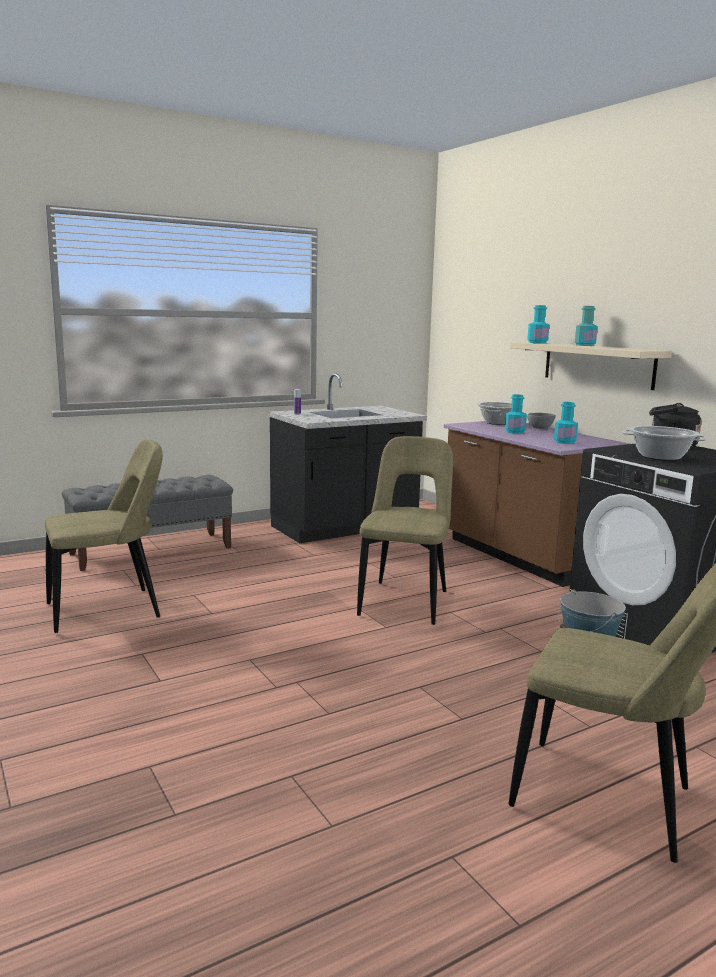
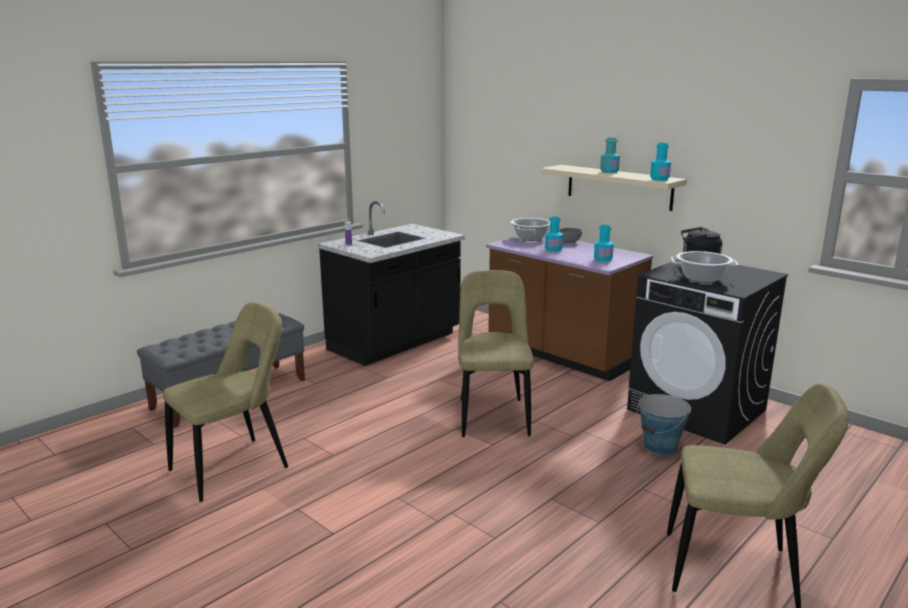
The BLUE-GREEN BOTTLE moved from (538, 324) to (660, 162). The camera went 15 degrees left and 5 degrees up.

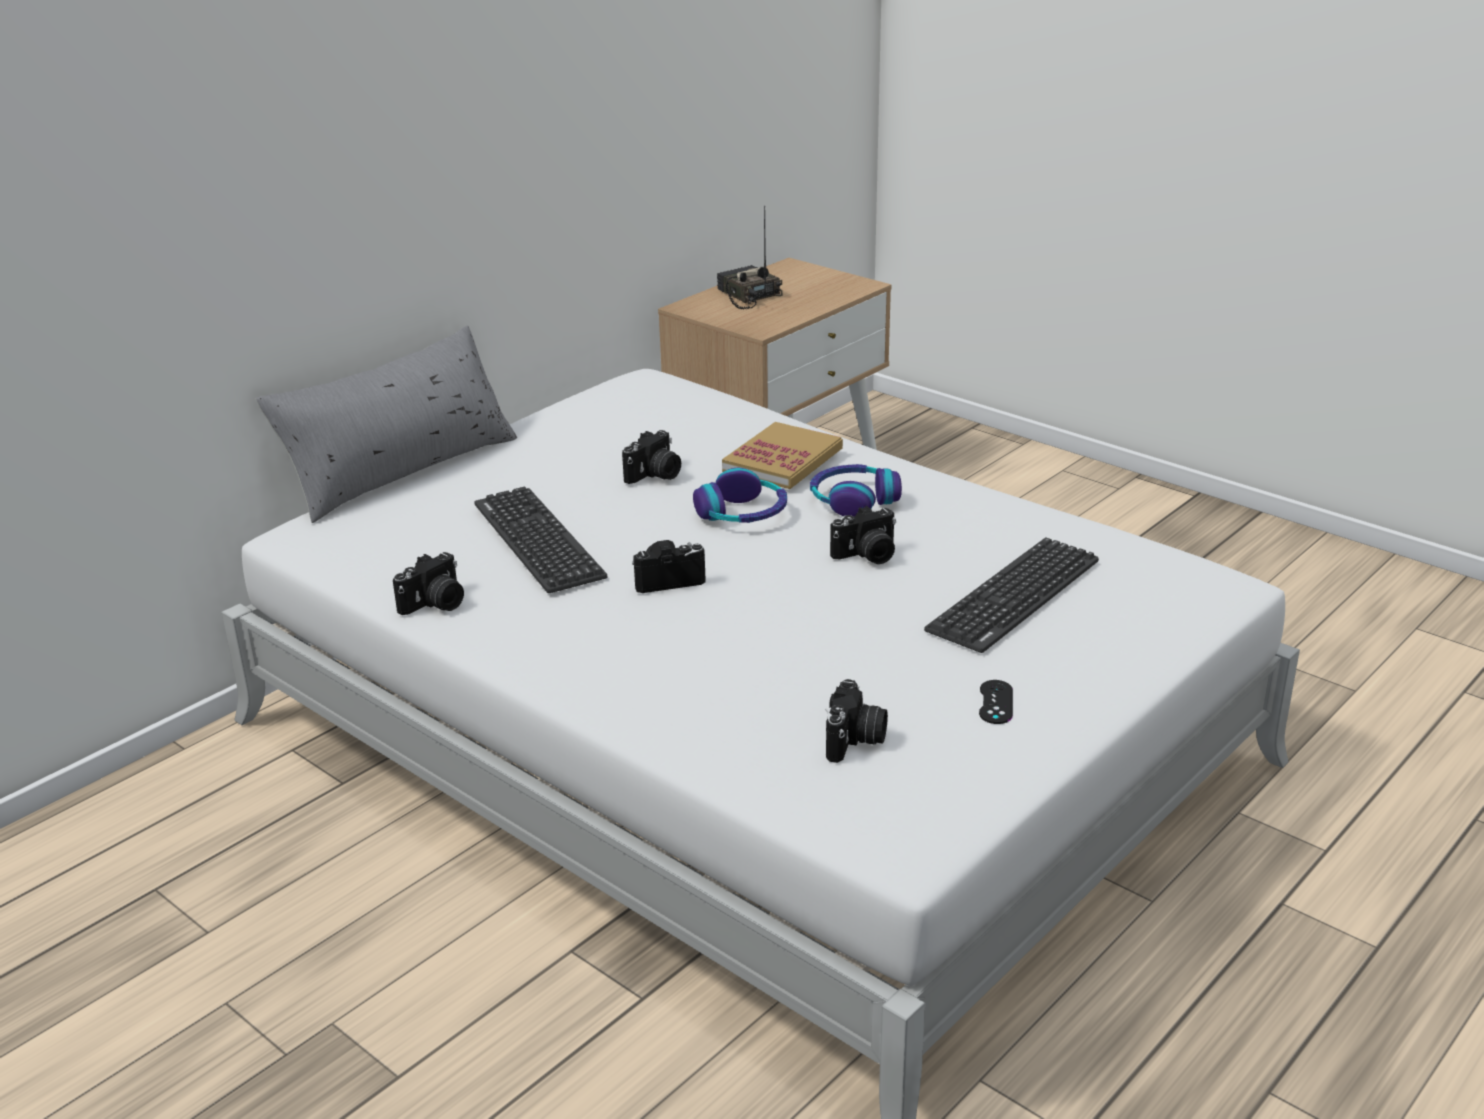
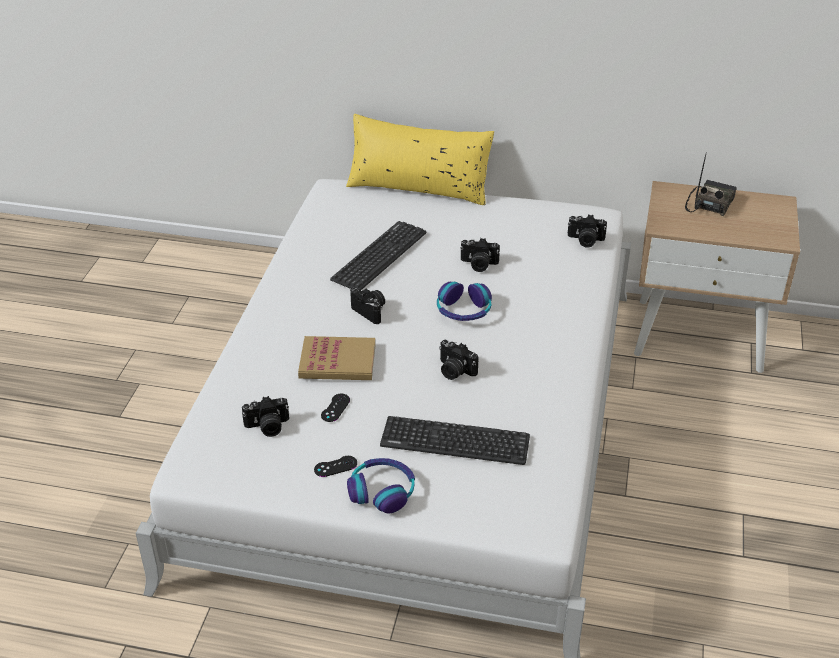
The GREYISH PILLOW at (386, 424) became the YELLOWISH PILLOW at (420, 159). The BOOK moved from (782, 455) to (337, 358). The HEADSET moved from (856, 490) to (381, 486). The PHOTO CAMERA moved from (428, 583) to (587, 231). The BLACKISH JOYPAD at (335, 408) appeared. The camera went 60 degrees right and 10 degrees up.

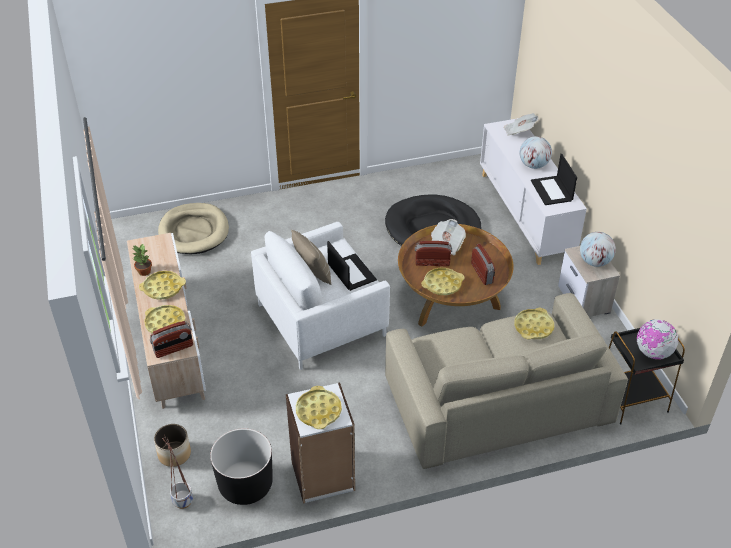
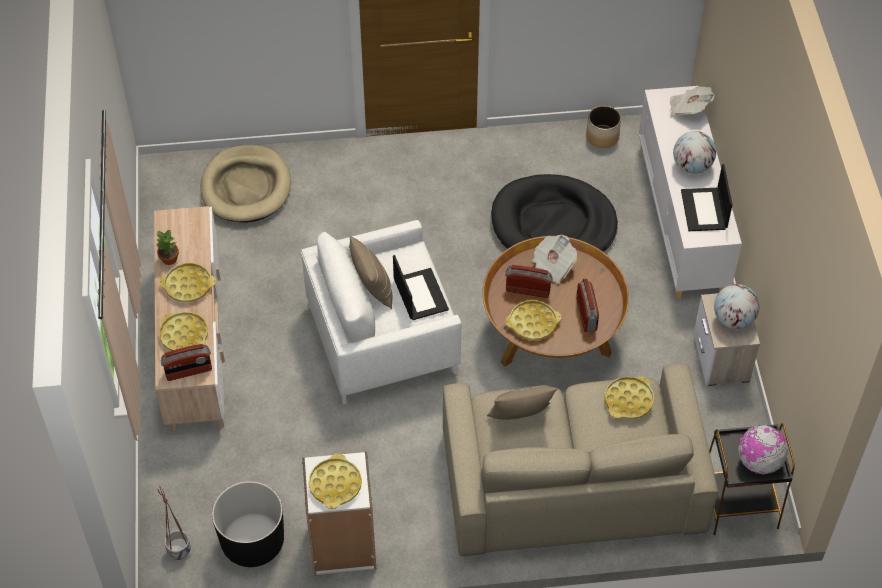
The PLANT POT moved from (172, 445) to (603, 127). The BEIGE-COLOURED PILLOW at (522, 402) appeared. The camera went 10 degrees right and 10 degrees up.

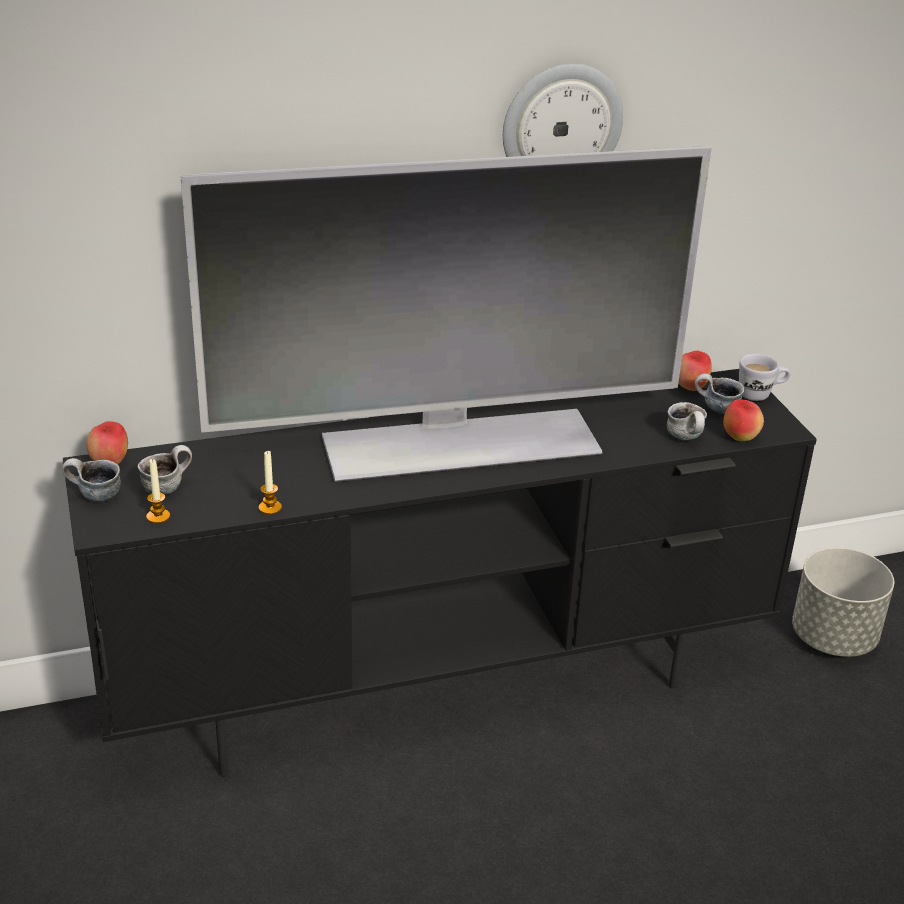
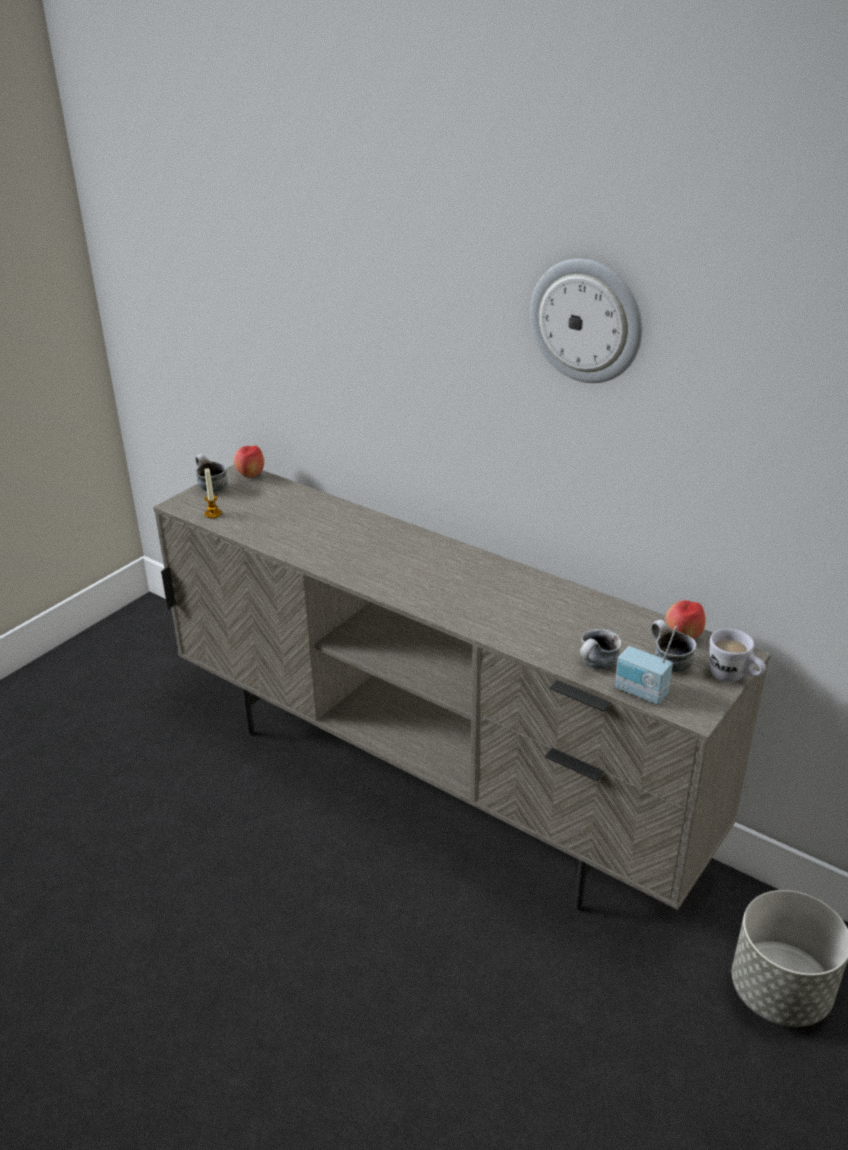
The TV at (446, 314) disappeared. The BLACKISH MEDIA CONSOLE at (440, 573) became the BEIGE-COLOURED MEDIA CONSOLE at (462, 687). The APPLE FRUIT at (743, 420) was replaced by the RADIO SET at (646, 665). The COFFEE MUG at (165, 470) disappeared. The WAX CANDLE at (270, 482) disappeared. The camera went 55 degrees right and 0 degrees up.

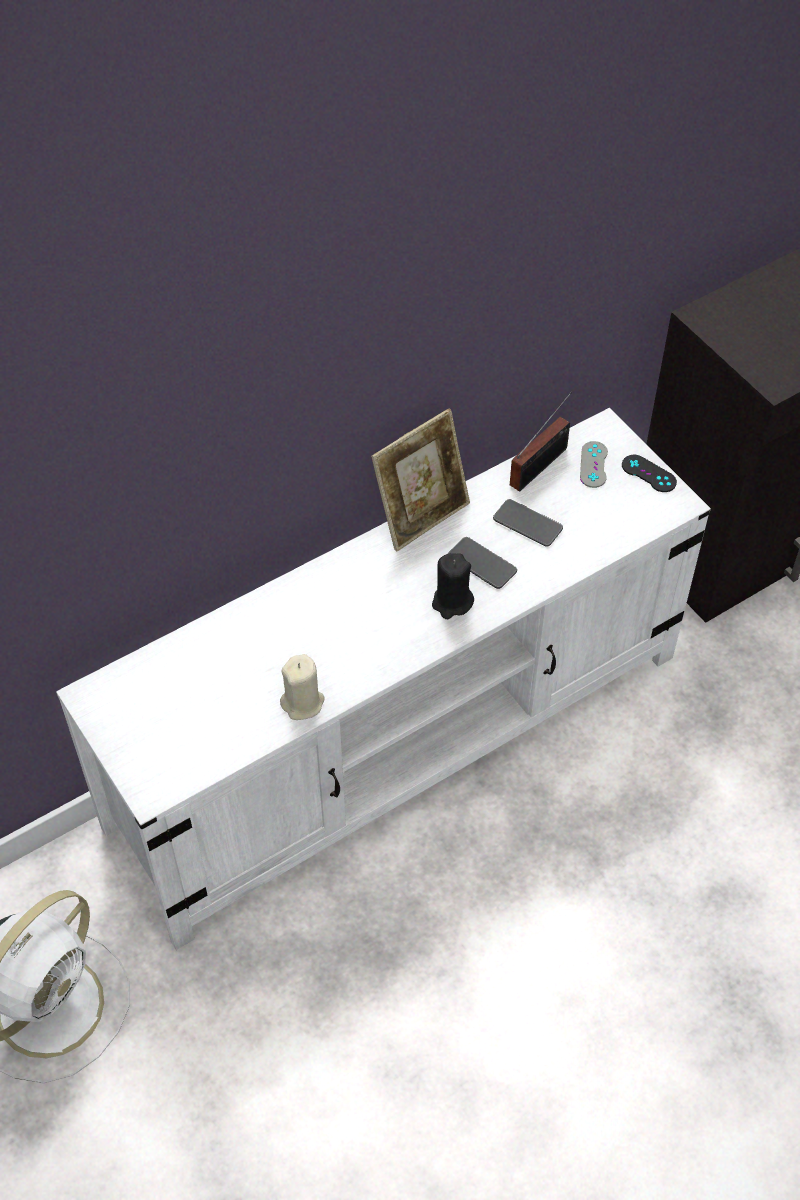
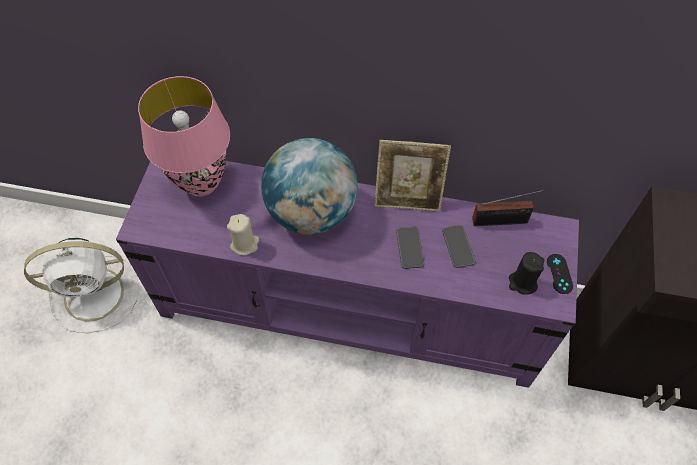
The WHITE MEDIA CONSOLE at (383, 679) became the PURPLE MEDIA CONSOLE at (347, 274). The GREYISH JOYPAD at (594, 464) disappeared. The BLACKISH WAX CANDLE moved from (453, 586) to (526, 273). The PINK-COLOURED LAMP FOR A TABLE at (184, 136) appeared. The WORLD GLOBE at (309, 186) appeared. The camera went 45 degrees right and 5 degrees up.

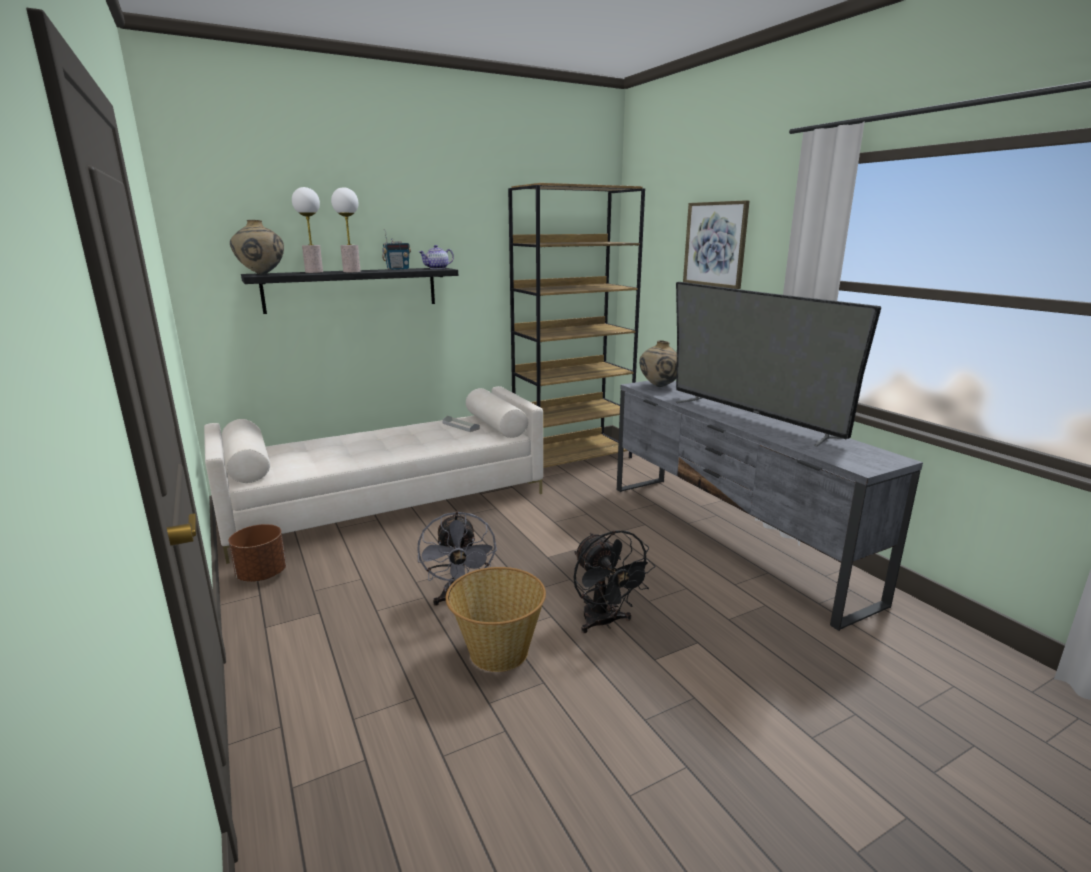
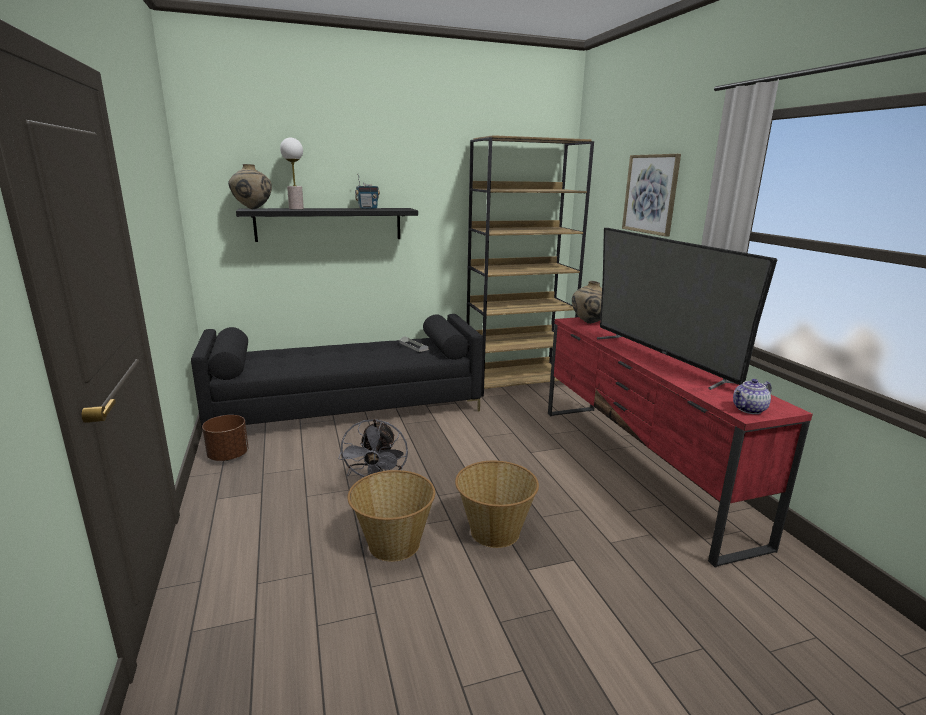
The LAMP FOR A TABLE at (346, 230) disappeared. The TEAPOT moved from (436, 257) to (752, 396). The GREYISH MEDIA CONSOLE at (770, 506) became the REDDISH MEDIA CONSOLE at (680, 442). The BEIGE-COLOURED SETTEE at (373, 475) became the BLACKISH SETTEE at (337, 371). The BLACKISH COOLING FAN at (614, 581) was replaced by the STORAGE BASKET at (497, 504). The camera went 10 degrees right and 0 degrees up.

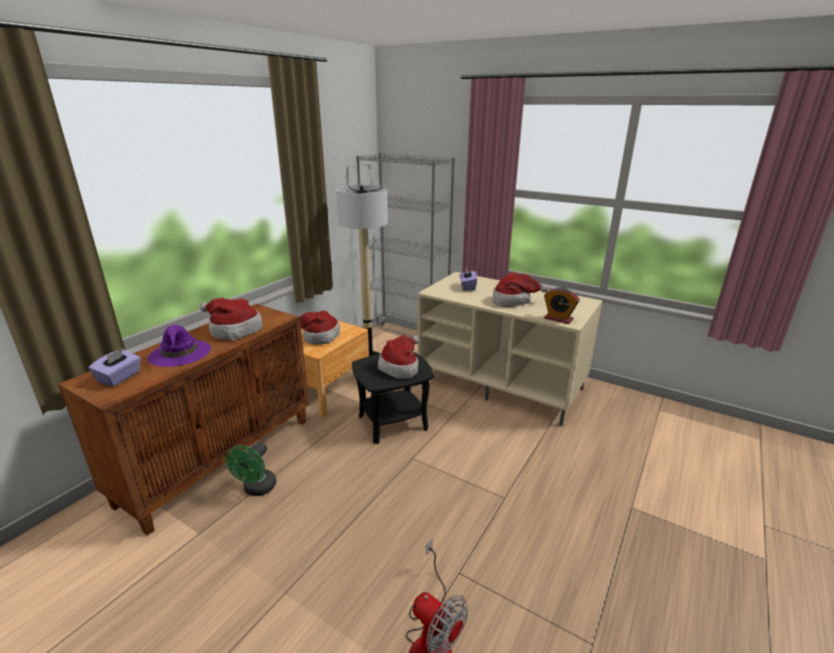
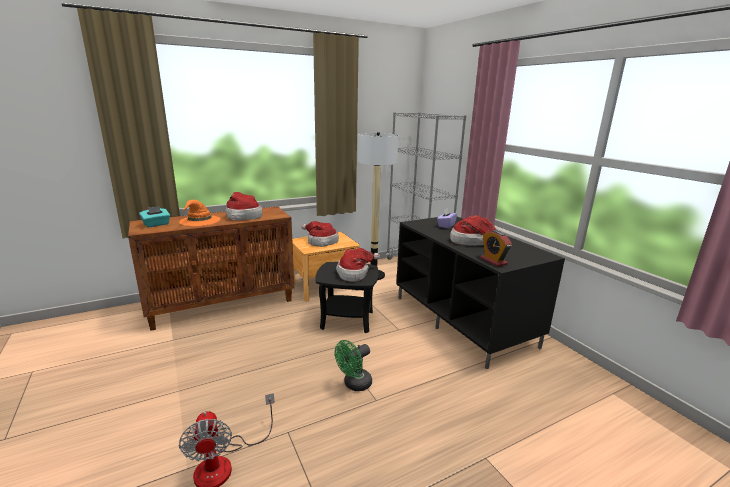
The BEIGE-COLOURED MEDIA CONSOLE at (509, 349) became the BLACKISH MEDIA CONSOLE at (480, 293). The PURPLE CLOTHING HAT at (179, 346) became the ORANGEY CLOTHING HAT at (199, 213). The PURPLE TISSUE BOX at (114, 367) became the BLUE-GREEN TISSUE BOX at (154, 216). The GREEN-COLOURED COOLING FAN moved from (251, 469) to (353, 365). The camera went 30 degrees right and 5 degrees down.

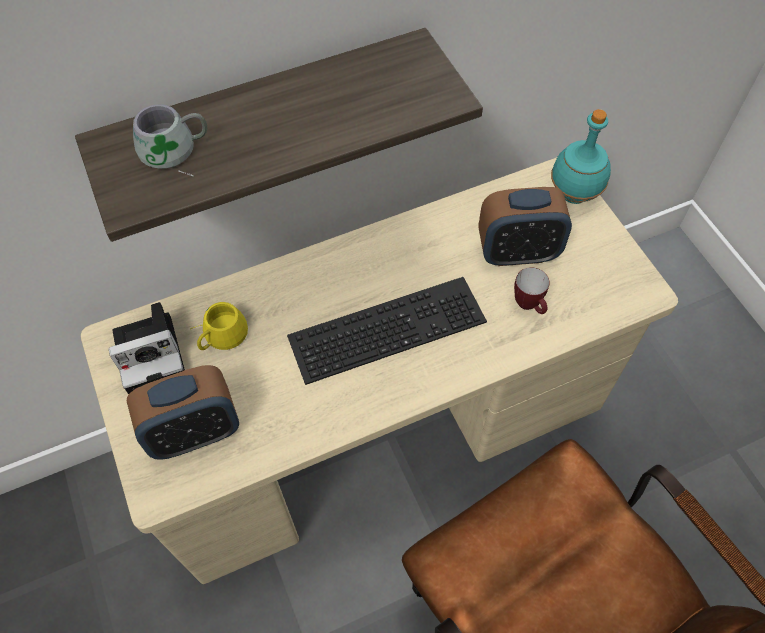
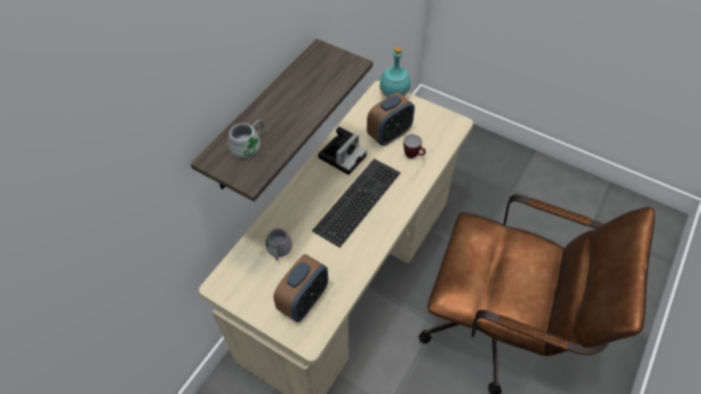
The PHOTO CAMERA moved from (146, 348) to (342, 151). The YELLOWISH COFFEE MUG at (219, 326) became the GREYISH COFFEE MUG at (279, 244). The camera went 35 degrees left and 5 degrees down.

